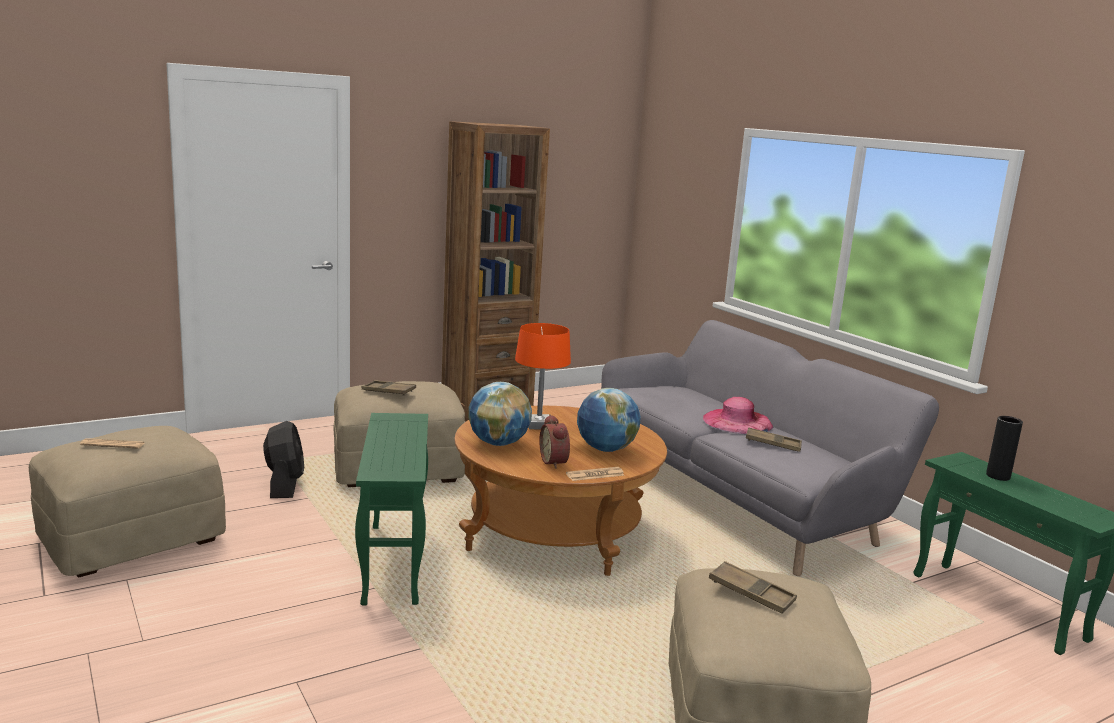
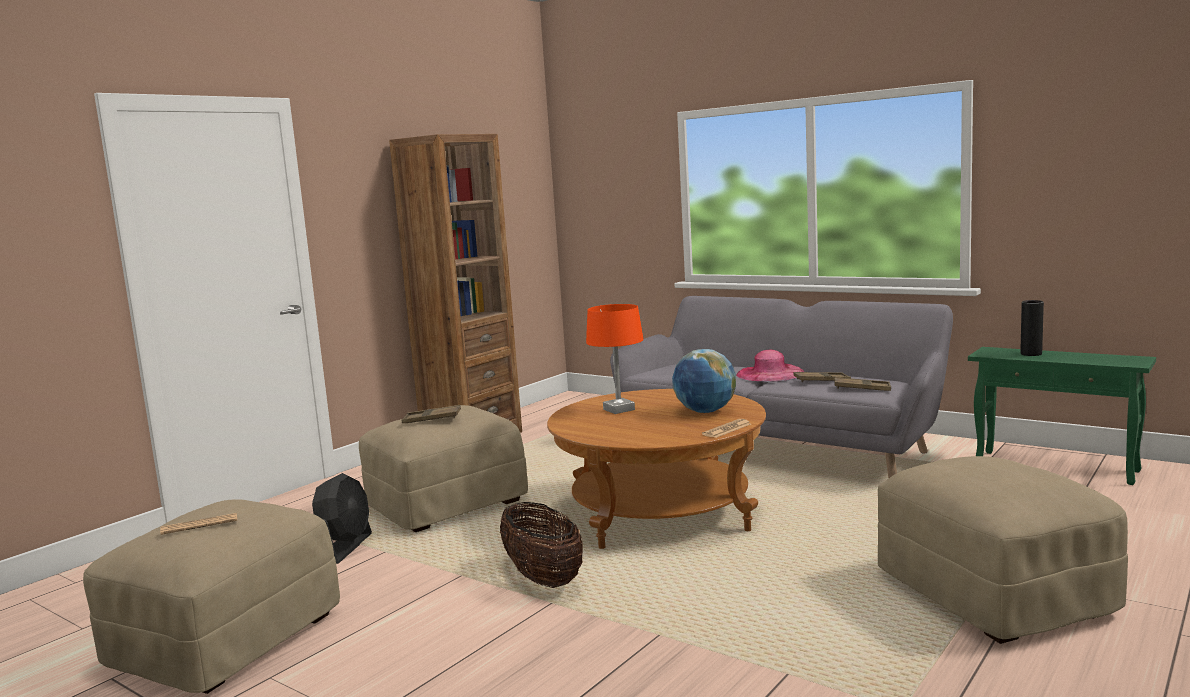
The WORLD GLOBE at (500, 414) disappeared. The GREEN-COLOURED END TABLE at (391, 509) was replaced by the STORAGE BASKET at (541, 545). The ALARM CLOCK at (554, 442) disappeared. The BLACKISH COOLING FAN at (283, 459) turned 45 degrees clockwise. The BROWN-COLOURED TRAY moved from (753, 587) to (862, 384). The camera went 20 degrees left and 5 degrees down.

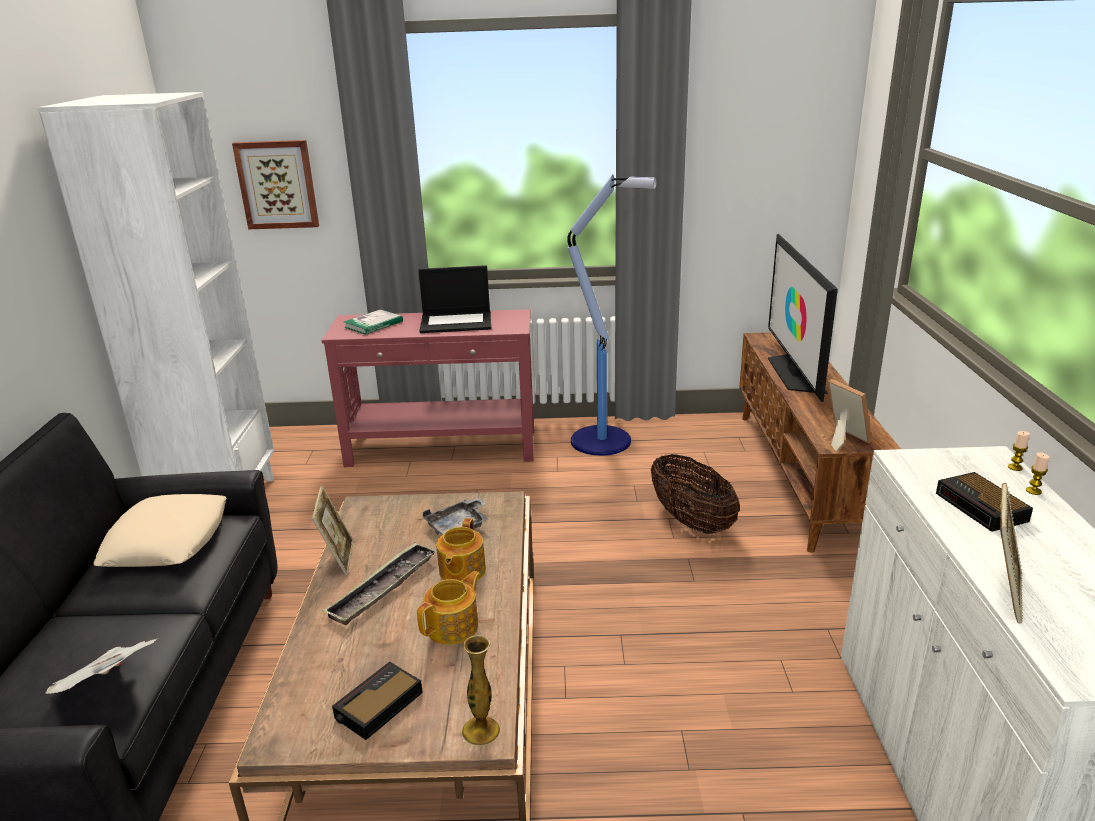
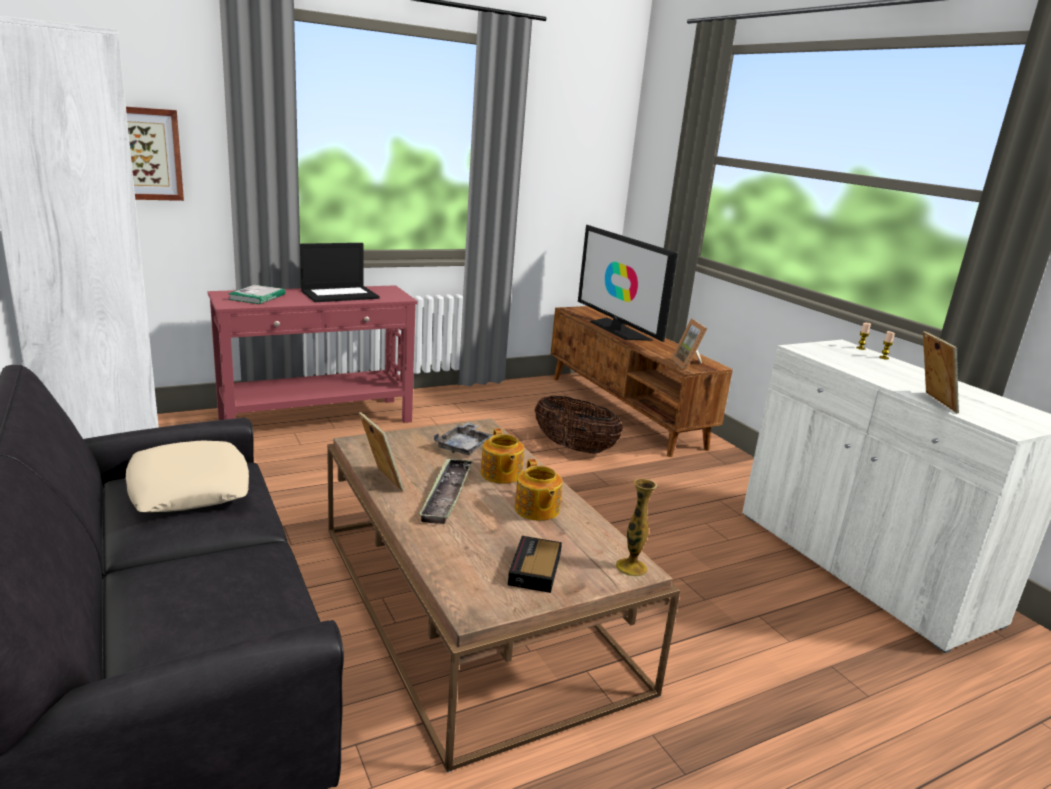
The STANDING LAMP at (611, 315) disappeared. The PICTURE FRAME at (849, 415) turned 135 degrees counterclockwise. The ALARM CLOCK at (984, 502) disappeared. The TEAPOT at (449, 608) turned 150 degrees clockwise. The DAILY PAPER at (101, 666) disappeared. The camera went 30 degrees left and 5 degrees down.

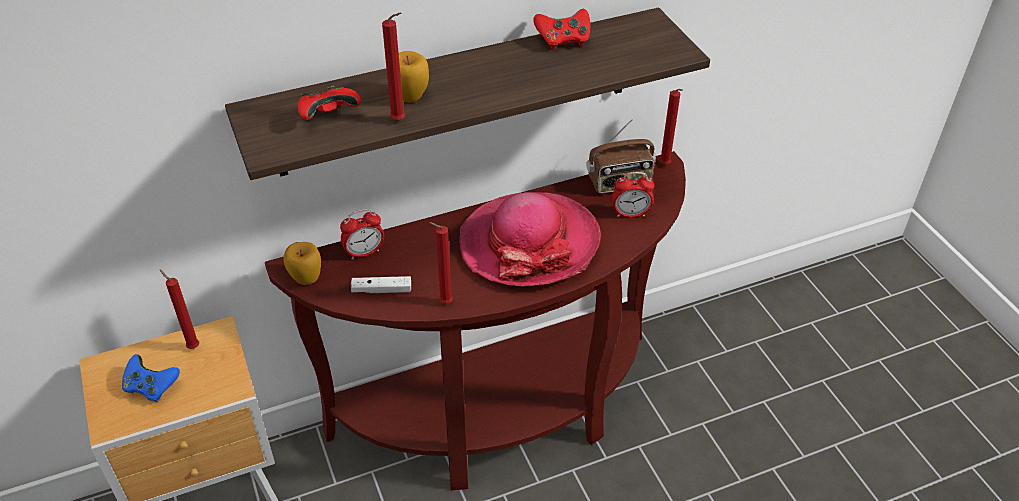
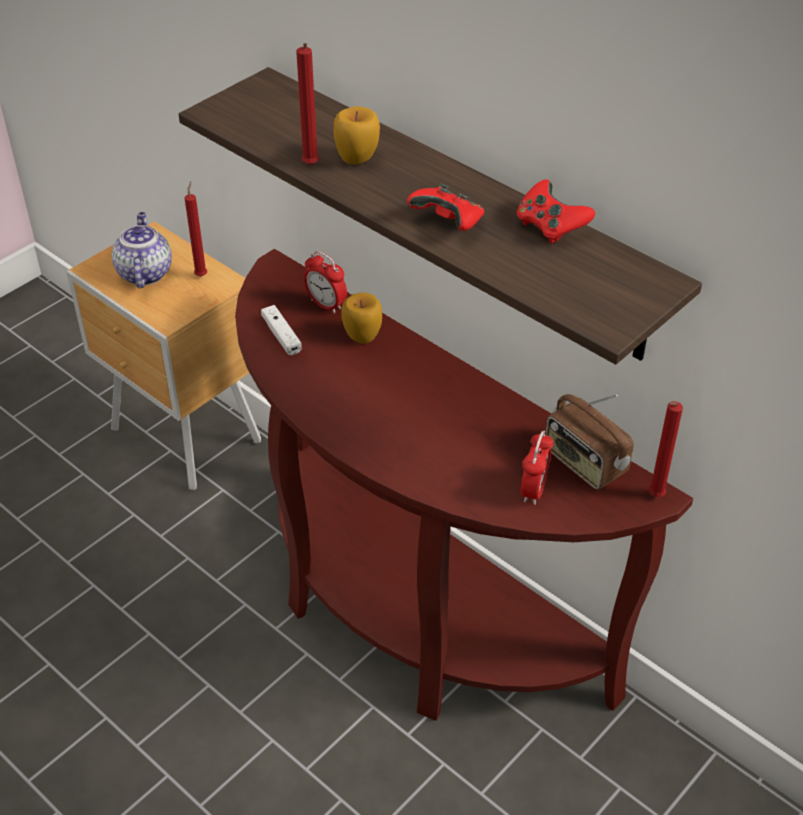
The REDDISH JOYPAD moved from (329, 103) to (445, 207). The ALARM CLOCK at (633, 195) turned 135 degrees counterclockwise. The CLOTHING HAT at (530, 239) disappeared. The REDDISH WAX CANDLE at (441, 263) disappeared. The APPLE FRUIT moved from (302, 263) to (361, 318). The BLUE-COLOURED JOYPAD at (151, 378) was replaced by the TEAPOT at (142, 250). The camera went 65 degrees right and 0 degrees up.

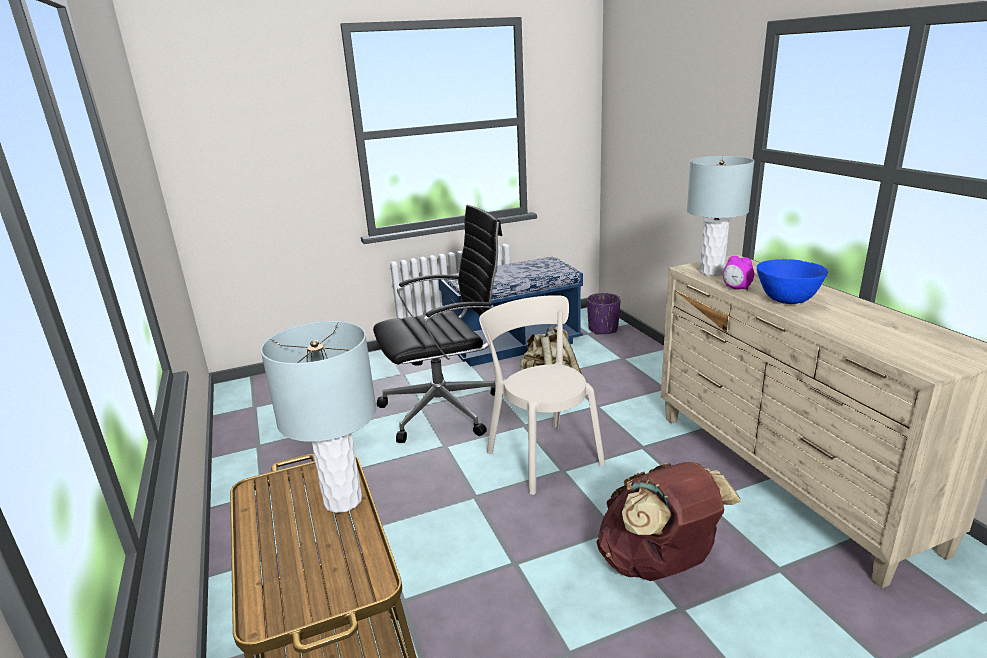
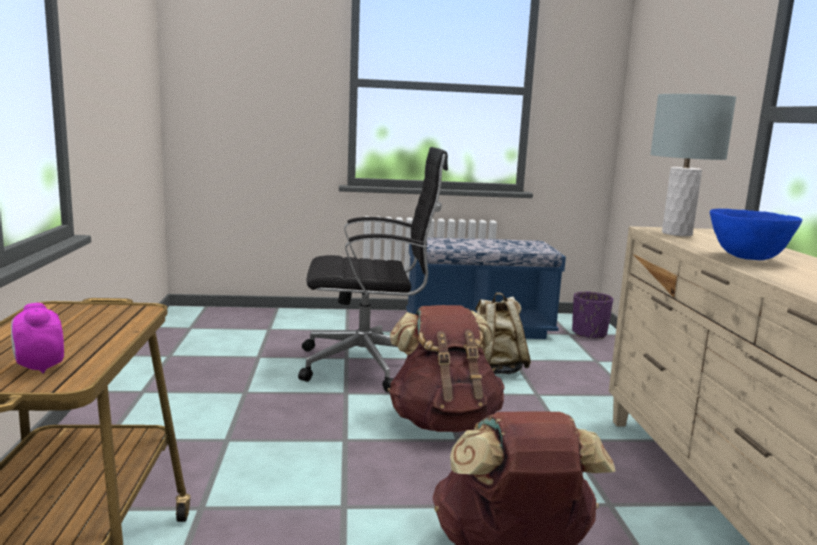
The ALARM CLOCK moved from (738, 273) to (37, 338). The BEIGE-COLOURED PLAIN CHAIR at (542, 395) was replaced by the BROWN-COLOURED BACKPACK at (446, 368). The GREYISH LAMP FOR A TABLE at (318, 417) disappeared. The camera went 15 degrees right and 10 degrees down.

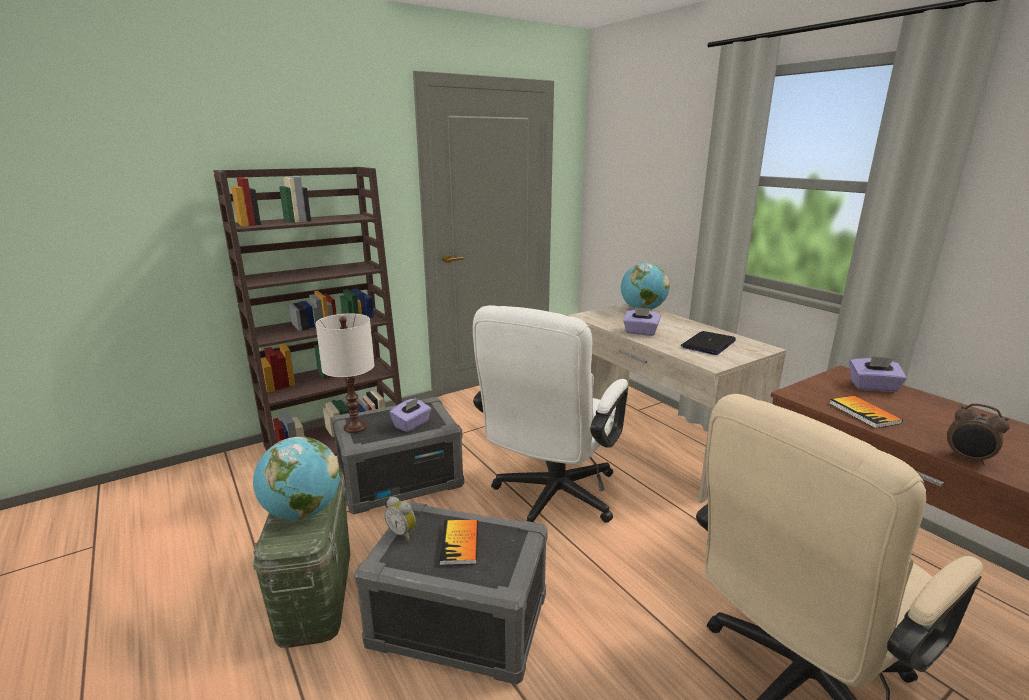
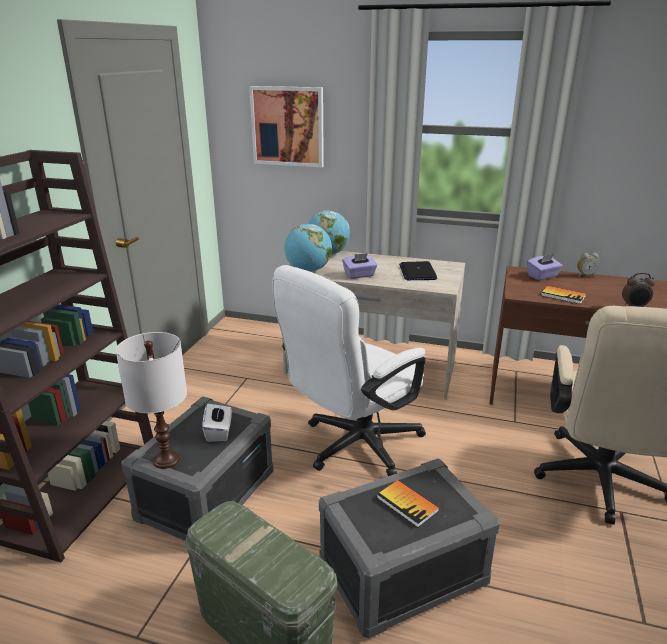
The WHITE OFFICE CHAIR at (550, 414) turned 60 degrees clockwise. The PURPLE TISSUE BOX at (410, 415) became the WHITE TISSUE BOX at (217, 422). The WORLD GLOBE moved from (296, 478) to (308, 248). The ALARM CLOCK moved from (400, 519) to (588, 265). The WALL ART at (286, 126) appeared. The camera went 40 degrees left and 5 degrees up.

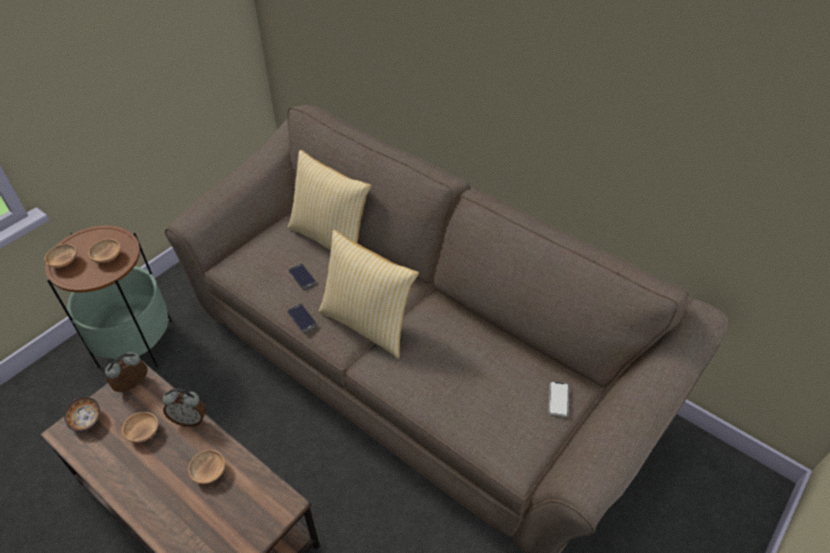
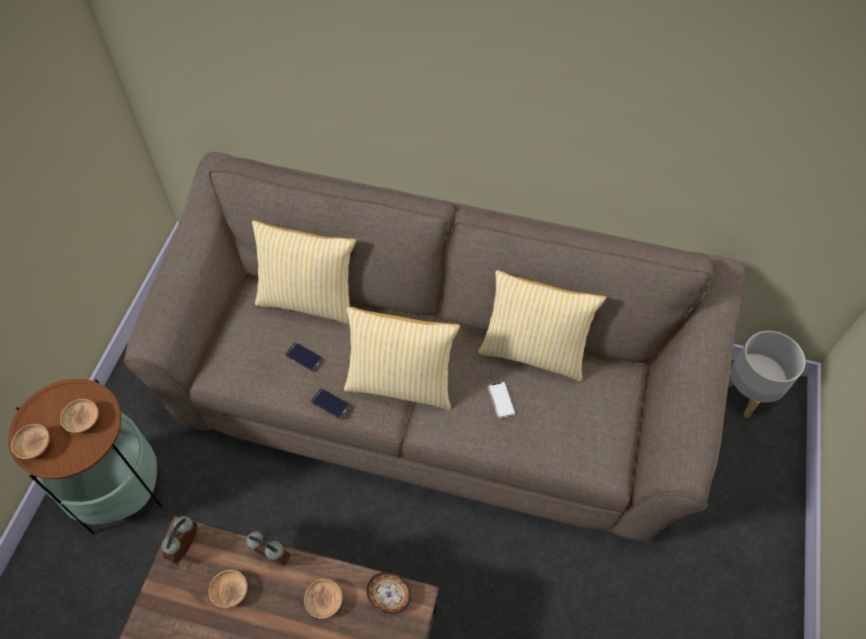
The HANDSET moved from (558, 399) to (502, 399). The ALARM CLOCK at (184, 407) turned 135 degrees counterclockwise. The SERVING BOWL moved from (82, 414) to (388, 593). The PILLOW at (542, 325) appeared. The GREYISH PLANT POT at (767, 374) appeared. The camera went 25 degrees left and 10 degrees up.

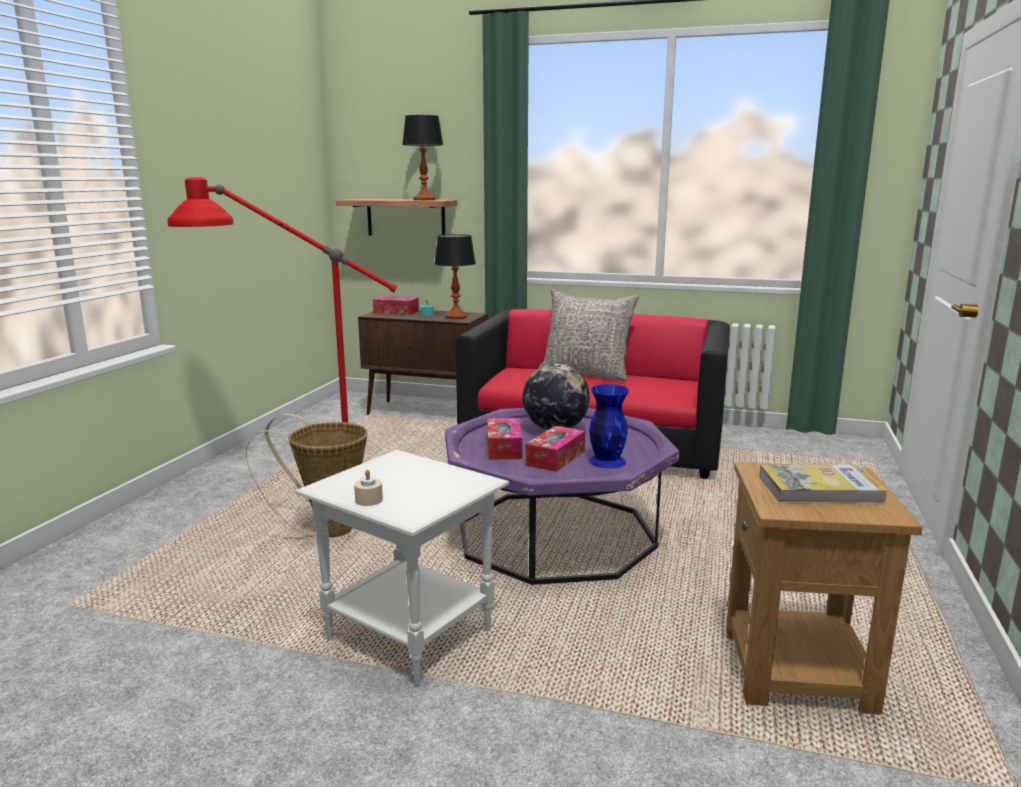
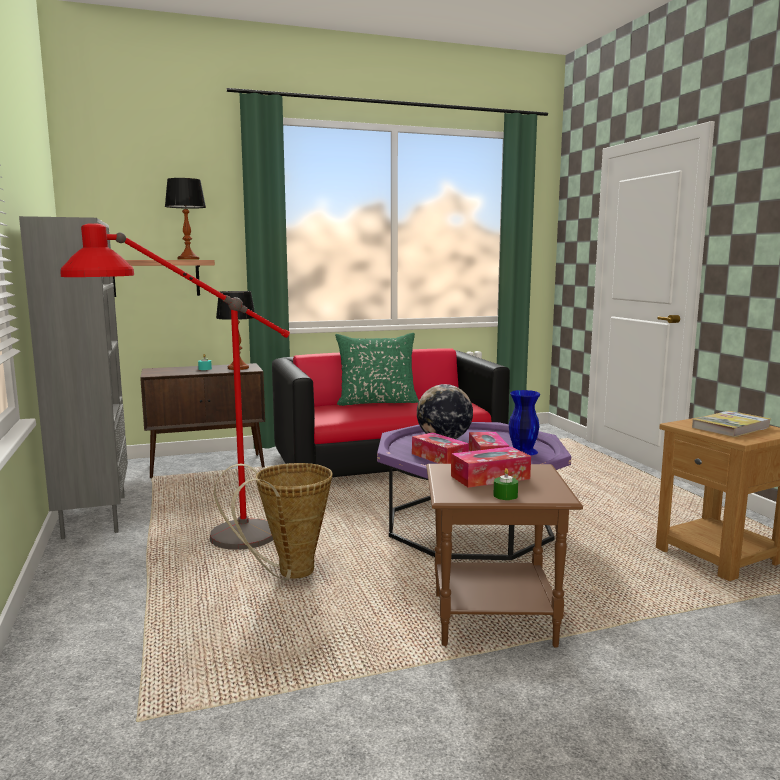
The GREYISH PILLOW at (588, 335) became the GREEN-COLOURED PILLOW at (377, 369). The TISSUE BOX moved from (396, 305) to (491, 467). The WHITE END TABLE at (402, 568) became the BROWN-COLOURED END TABLE at (504, 556). The BEIGE-COLOURED WAX CANDLE at (368, 488) became the GREEN-COLOURED WAX CANDLE at (505, 484). The GREYISH BOOKCASE at (73, 377) appeared. The camera went 35 degrees left and 5 degrees down.

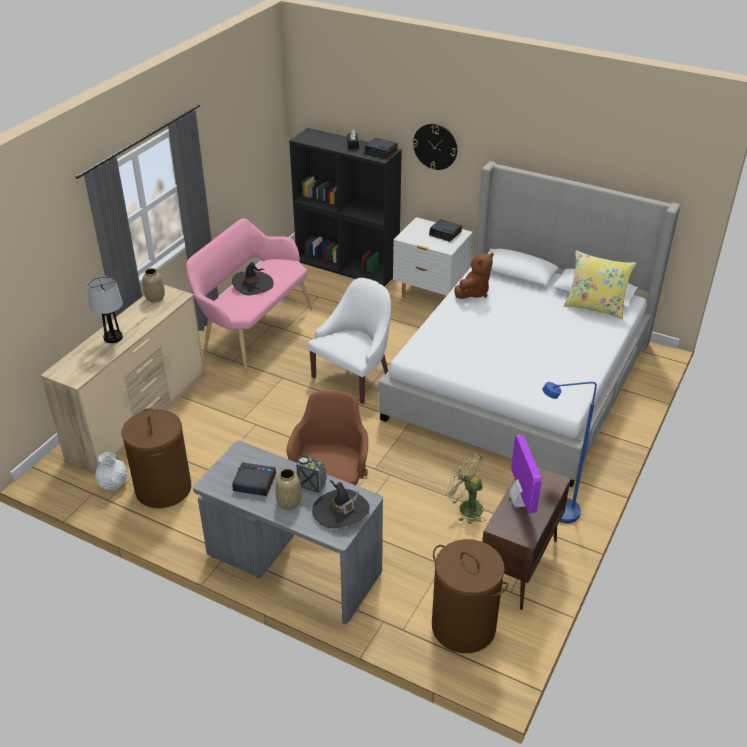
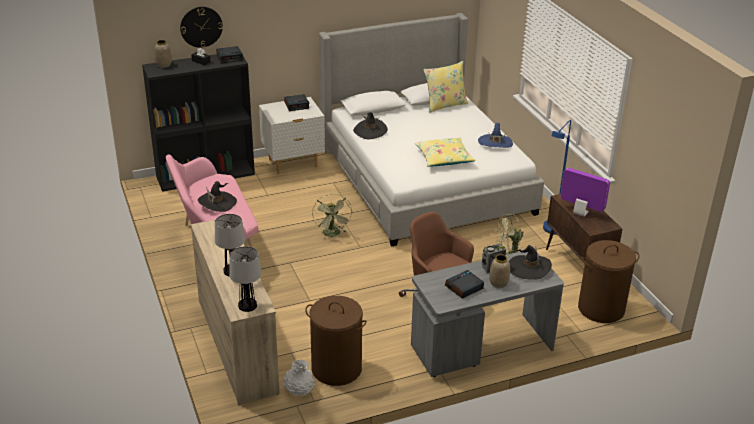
The HANGING CLOCK moved from (435, 147) to (201, 27). The BROWN-COLOURED PLUSH TOY at (474, 276) was replaced by the BLACKISH CLOTHING HAT at (370, 125). The VASE moved from (154, 285) to (163, 54). The WHITE LOUNGE CHAIR at (349, 341) was replaced by the GREEN-COLOURED COOLING FAN at (332, 215). The BLUE-COLOURED CLOTHING HAT at (495, 135) appeared. The YELLOWISH PILLOW at (445, 152) appeared. The LAMP FOR A TABLE at (245, 279) appeared. The camera went 50 degrees left and 5 degrees down.

